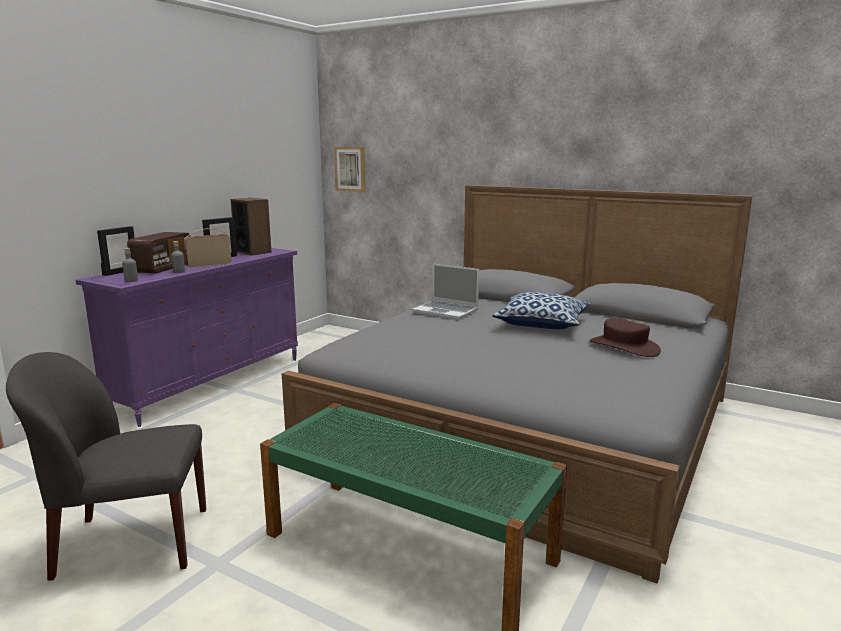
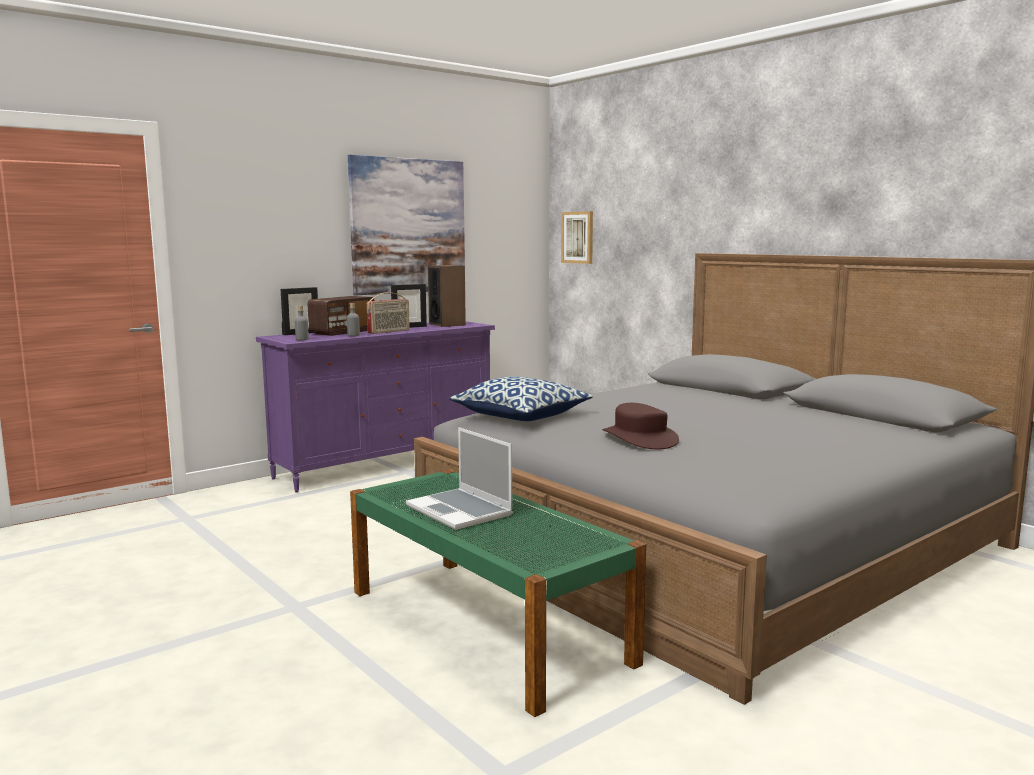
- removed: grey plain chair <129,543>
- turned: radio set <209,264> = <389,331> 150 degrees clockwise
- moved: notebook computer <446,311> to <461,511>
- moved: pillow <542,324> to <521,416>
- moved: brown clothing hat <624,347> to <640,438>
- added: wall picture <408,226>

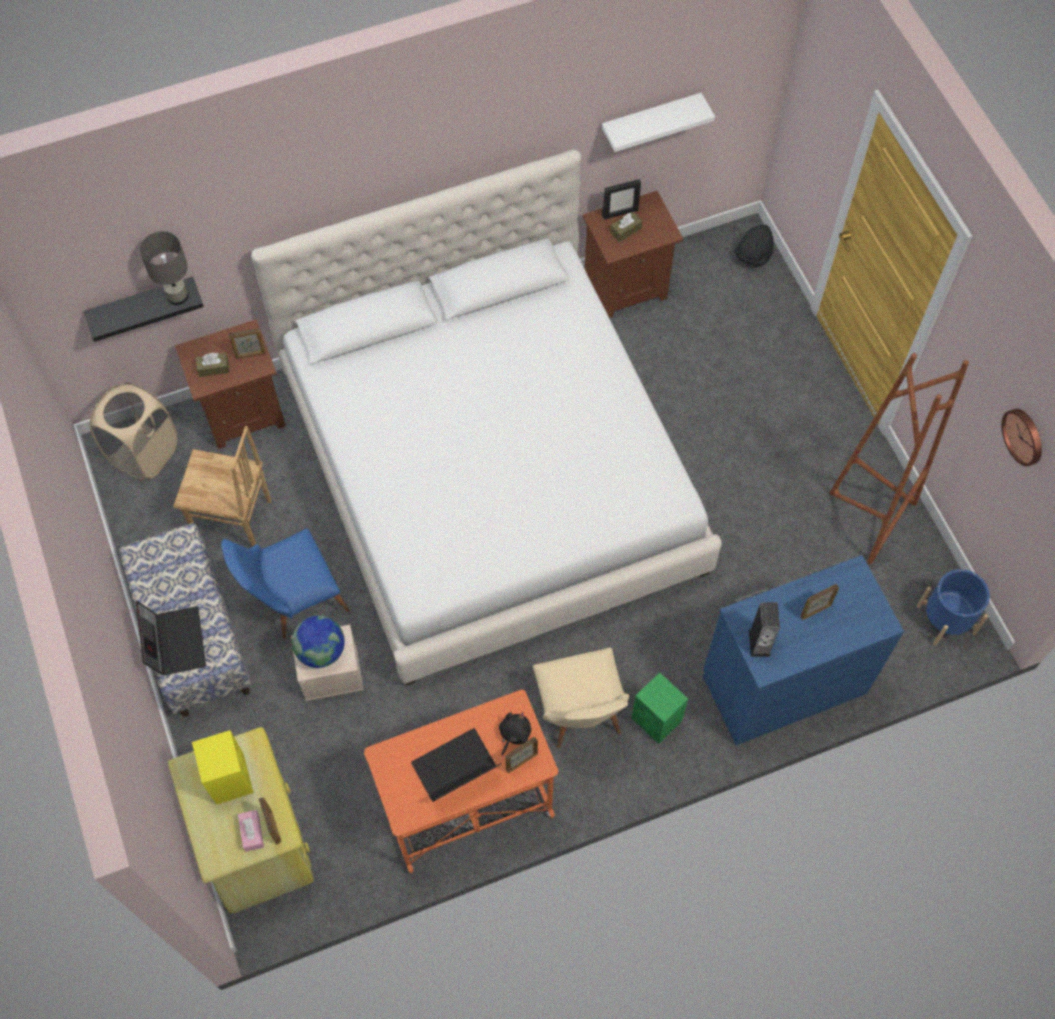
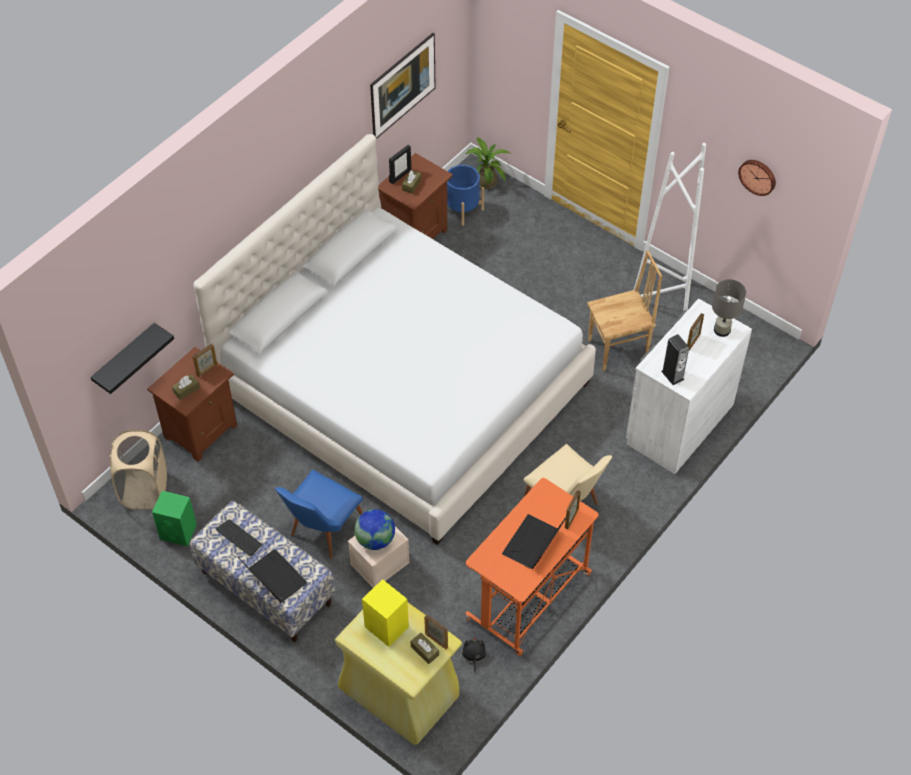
- moved: grey table lamp <177,296> to <721,330>
- moved: brown plain chair <234,520> to <618,350>
- recoloured: pink tissue holder <252,832> to brown tissue holder <424,651>
- moved: black-coloured plush toy <514,734> to <473,655>
- replaced: white-coloured bracket shelf <650,120> to wall picture <403,99>
- moved: greenish audio speaker <657,720> to <179,532>
- recoloured: blue chest of drawers <782,682> to white-coloured chest of drawers <678,423>
- replaced: black-coloured clothing hat <753,255> to potted plant <486,179>
- recoloured: brown garment rack <872,520> to white-coloured garment rack <668,303>
- moved: blue plant pot <946,619> to <462,209>
- added: keyboard <239,538>

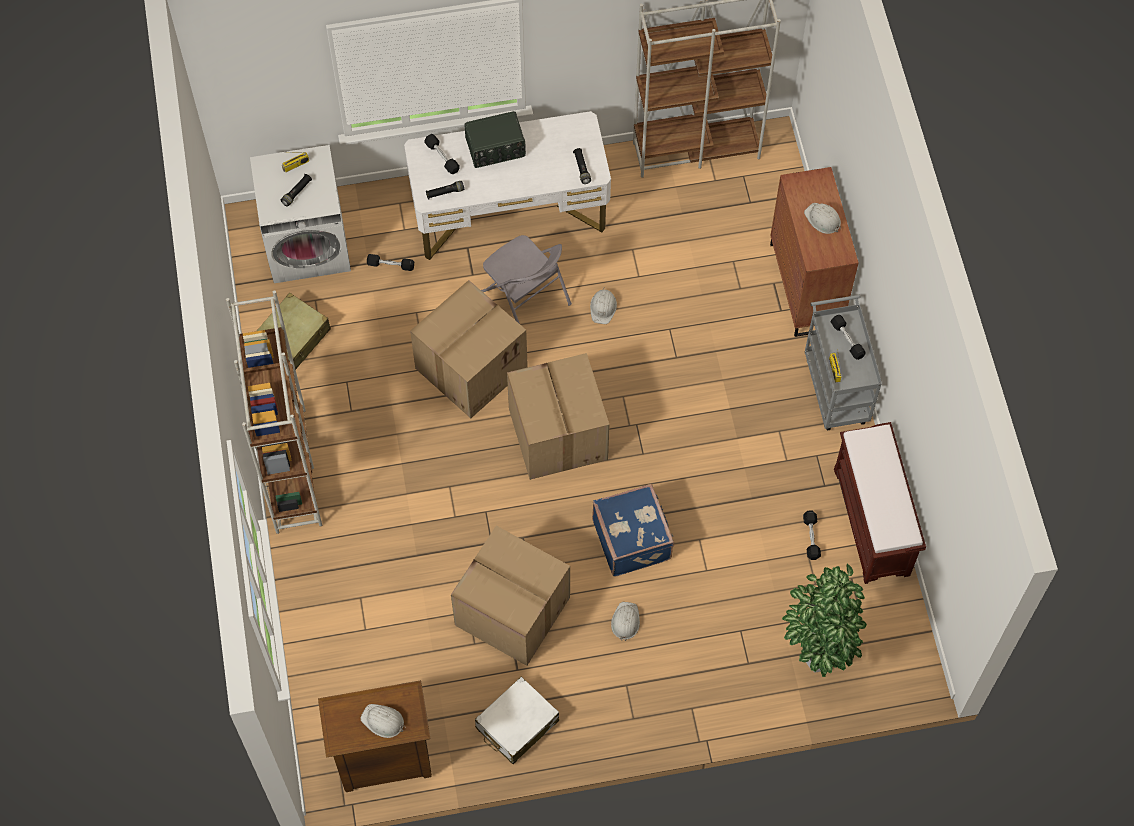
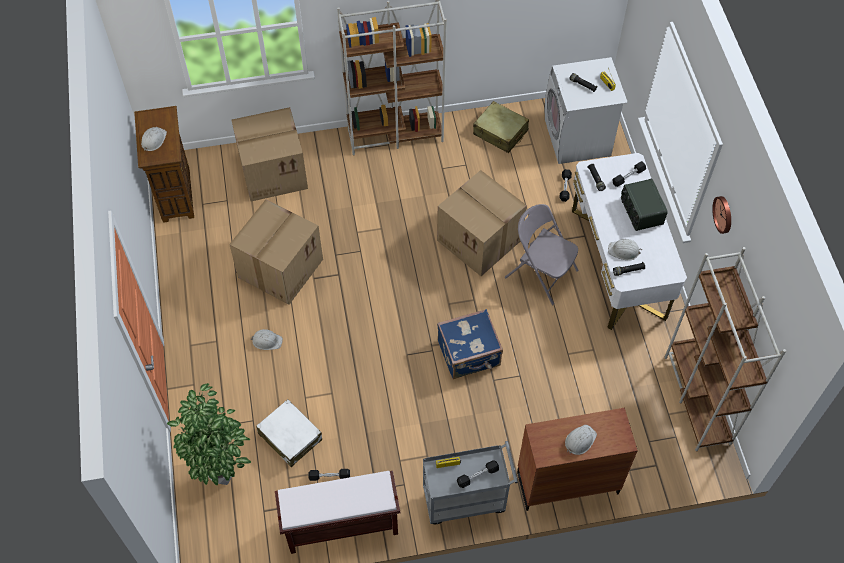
- moved: white-coloured travel case <517,724> to <290,437>
- turned: grey plain chair <524,299> = <541,273> 75 degrees clockwise
- moved: carton <556,433> to <274,171>
- moved: white-coloured hard hat <603,307> to <624,251>
- moved: blue travel case <633,539> to <469,354>
- added: clock on the wall <724,214>

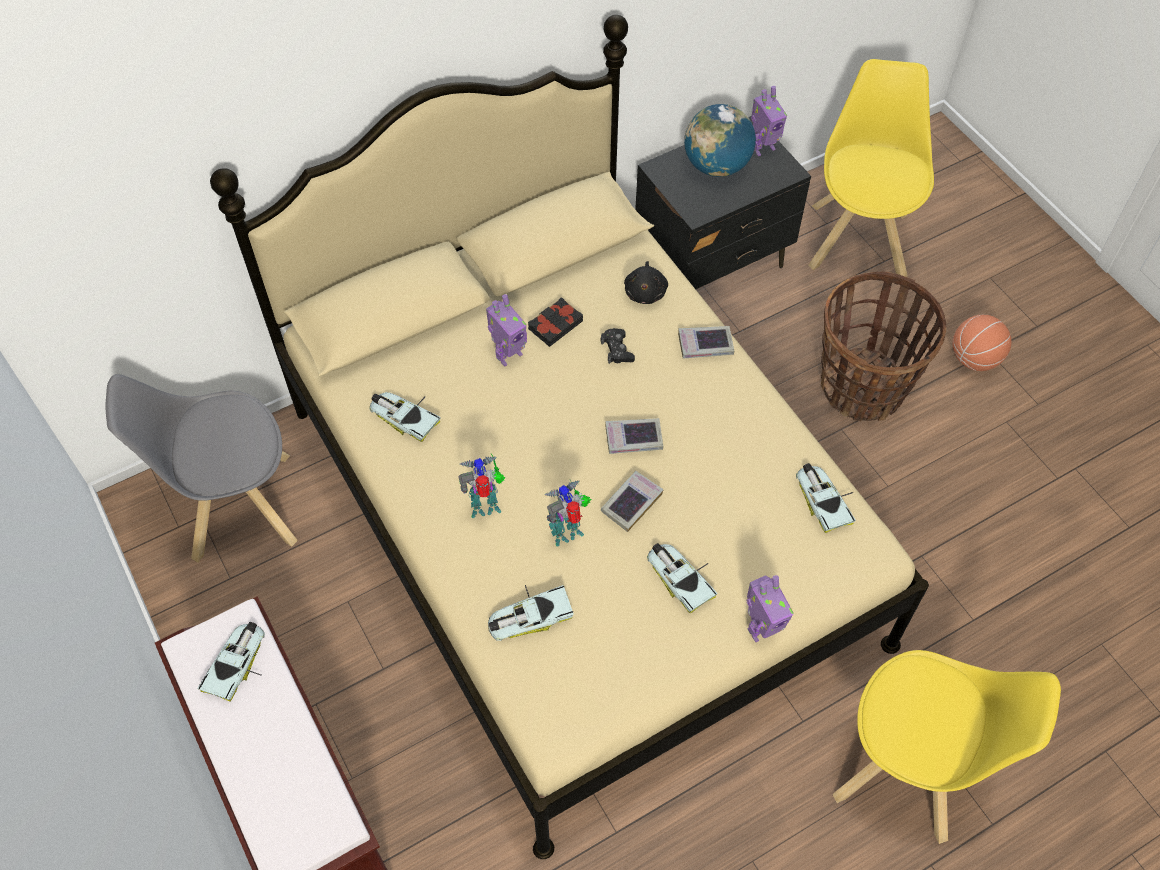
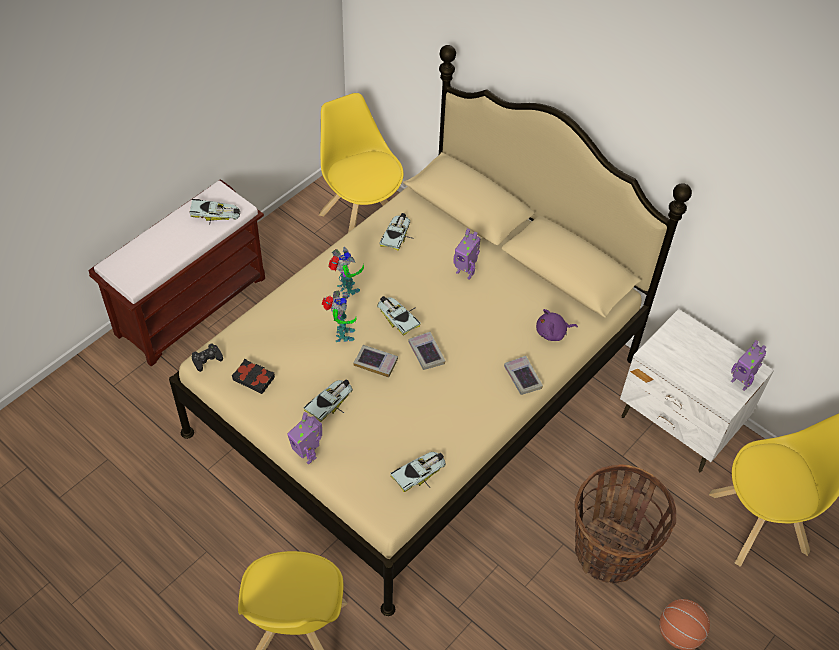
- recoloured: grey plain chair <237,506> to yellow-coloured plain chair <361,220>
- moved: miniature car <529,616> to <398,316>
- moved: black-coloured book <555,325> to <254,378>
- turned: robot figure <568,533> = <341,335> 45 degrees clockwise
- moved: black-coloured joypad <617,350> to <207,359>
- recoloured: black-coloured plush toy <645,292> to purple-coloured plush toy <552,333>
- recoloured: black-coloured night table <713,262> to white-coloured night table <679,424>
- removed: world globe <716,166>

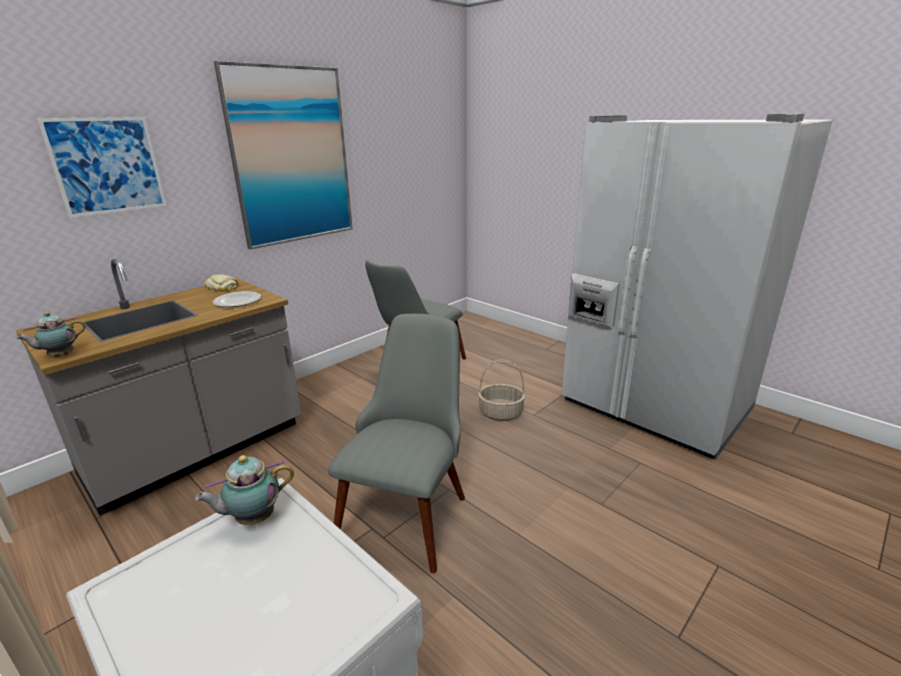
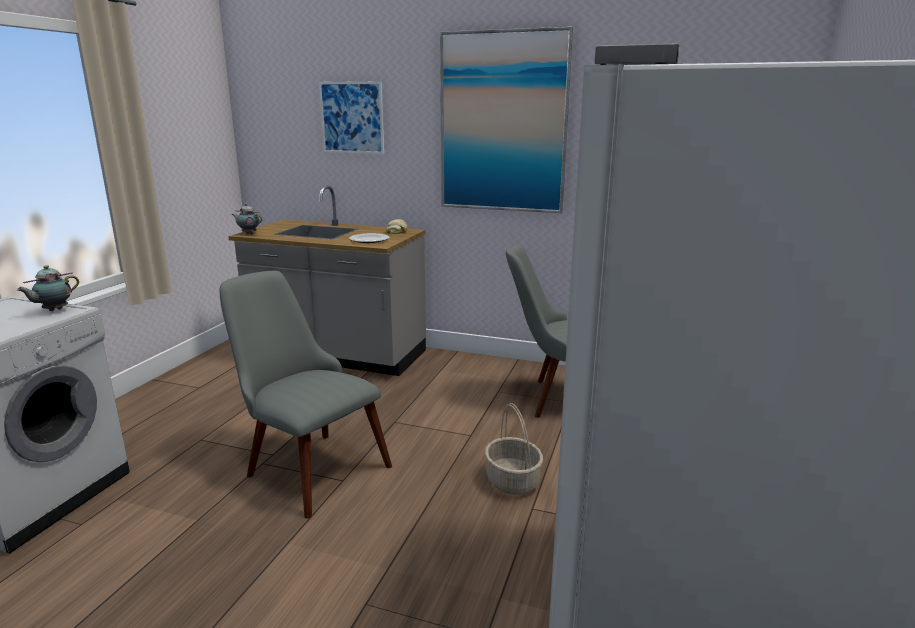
- turned: tea pot <253,518> = <53,310> 90 degrees counterclockwise
- turned: grey plain chair <409,507> = <307,465> 135 degrees counterclockwise

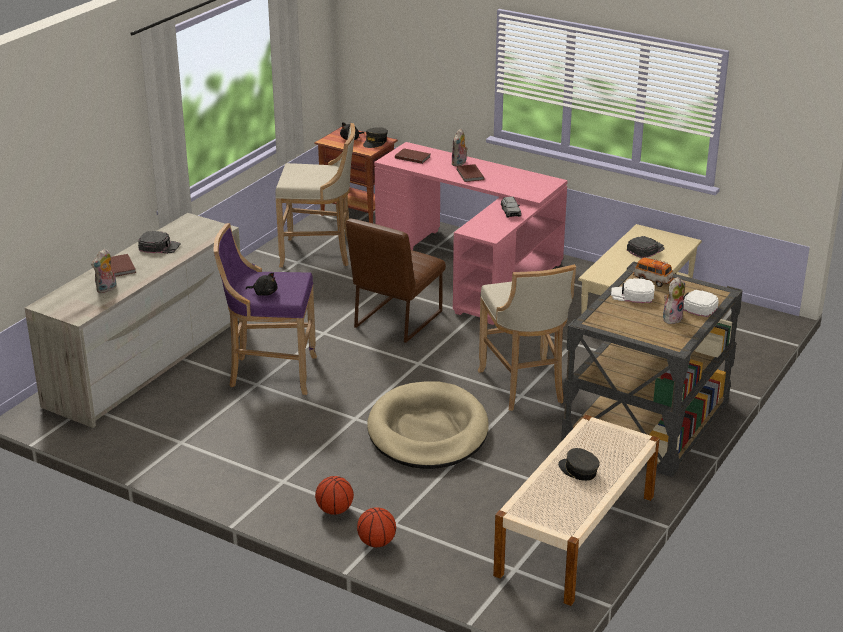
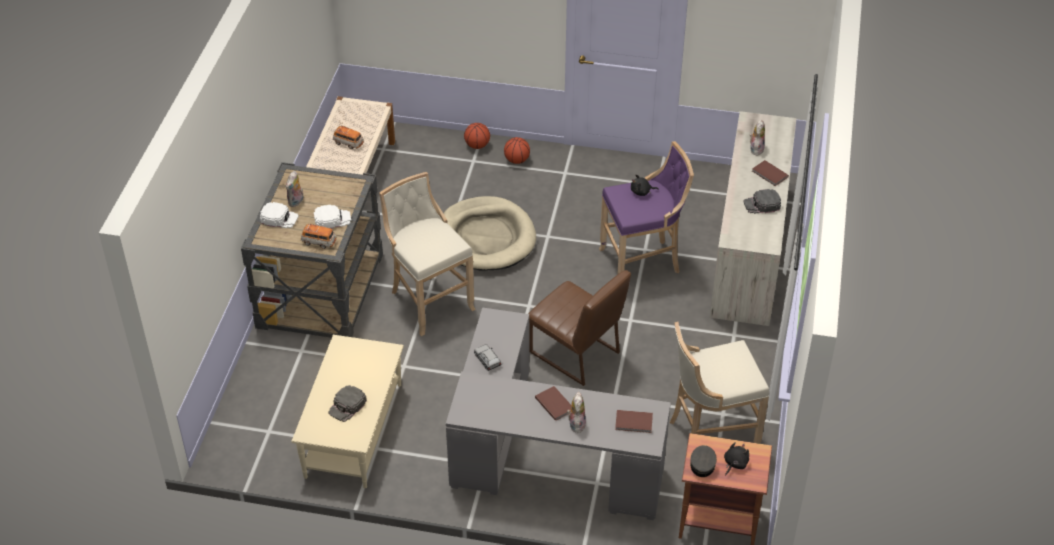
- turned: brown plain chair <396,320> = <576,354> 120 degrees clockwise
- recoloured: pink desk unit <475,266> to grey desk unit <540,458>
- replaced: grey peaked cap <578,470> to miniature car <348,143>

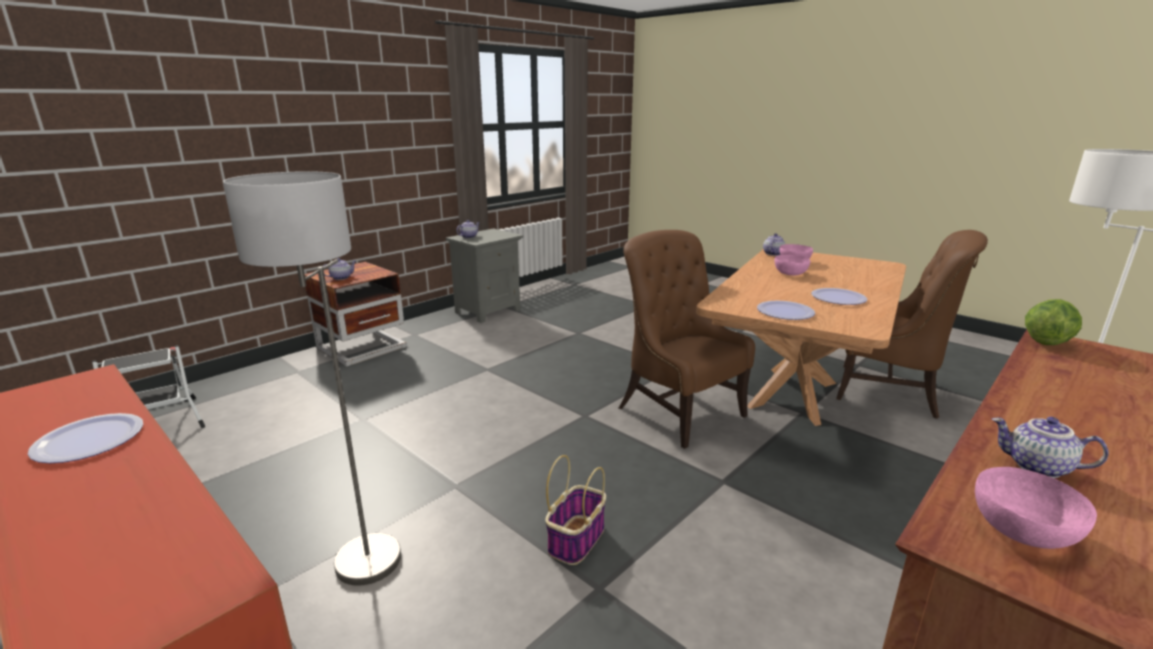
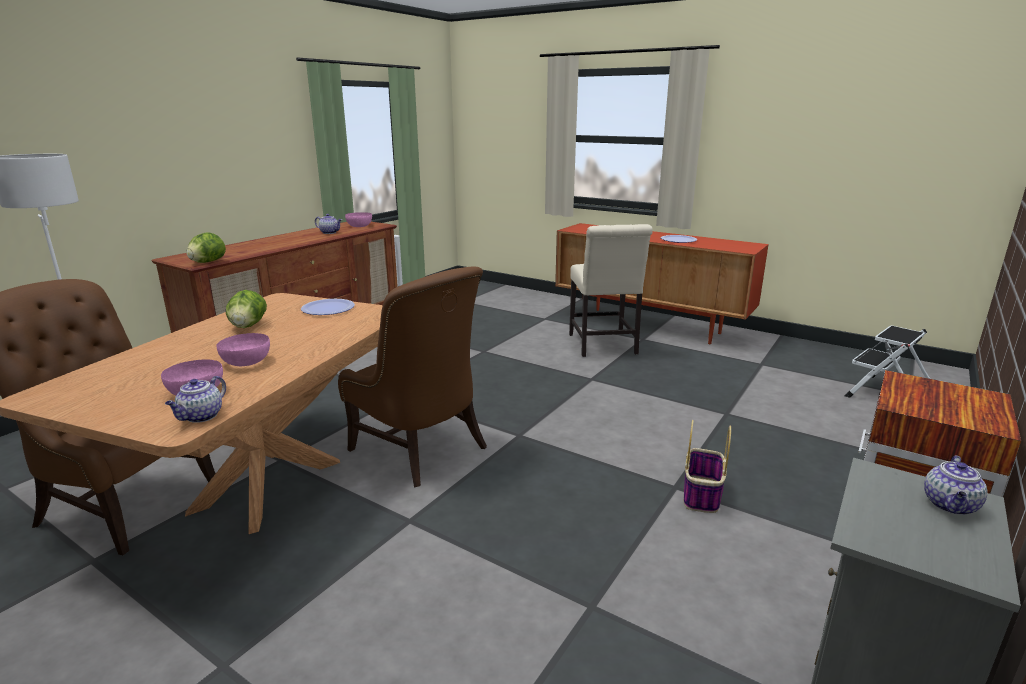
- replaced: grey standing lamp <360,576> to sand-coloured plain chair <603,346>
- removed: tea pot <341,278>
- moved: household basket <576,539> to <702,495>
- replaced: flat dish <838,298> to lettuce <248,326>

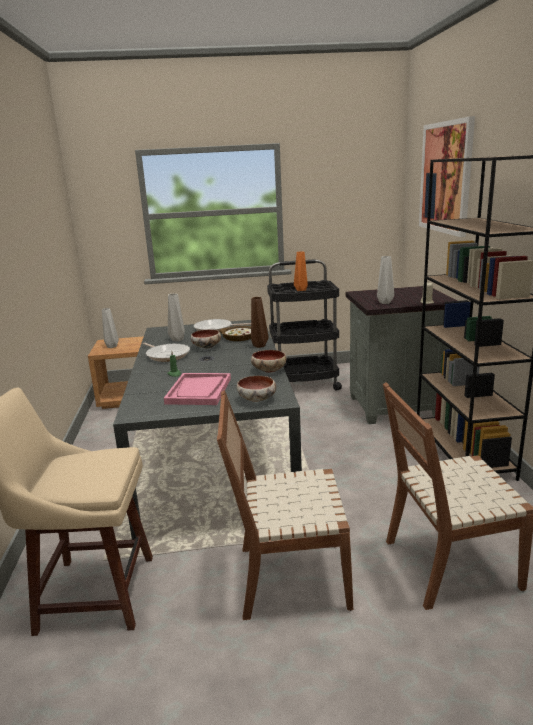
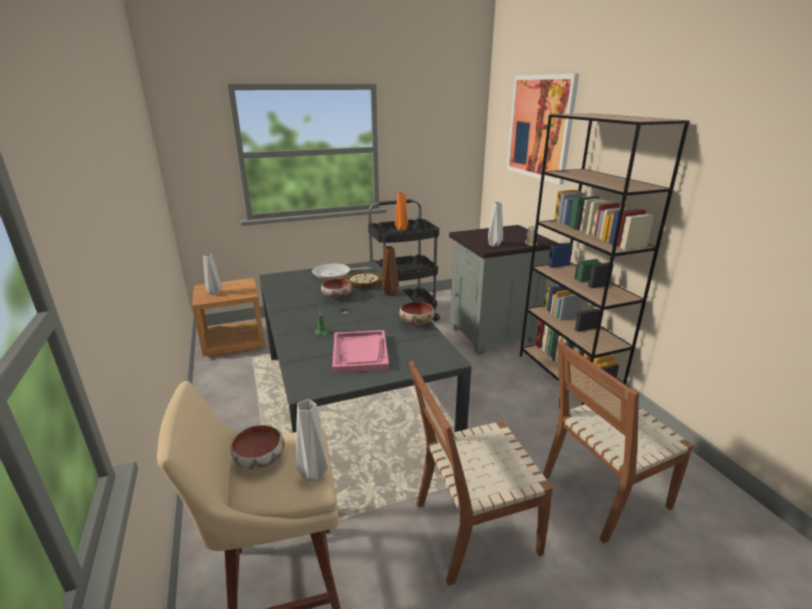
- removed: frying pan <167,355>
- moved: grey flower vase <178,340> to <315,475>
- moved: bowl <257,399> to <261,460>

